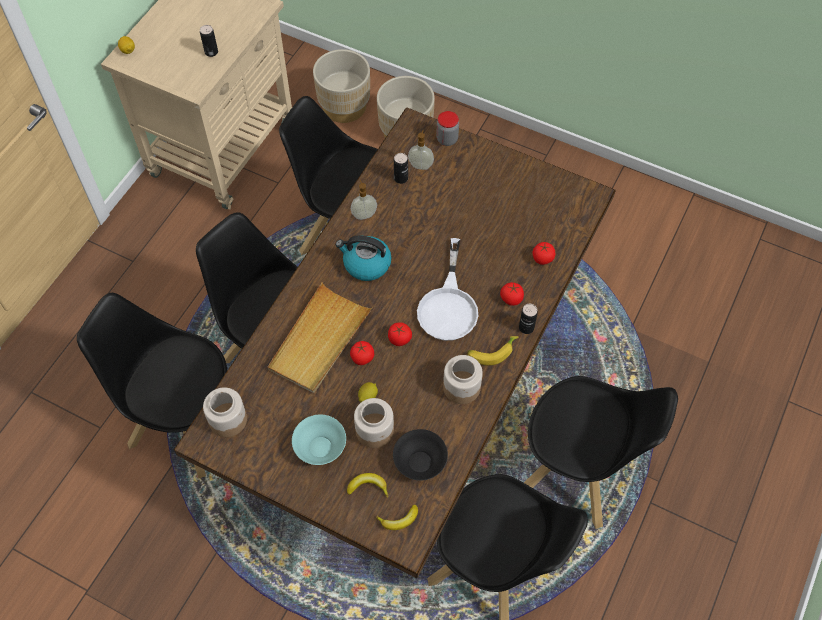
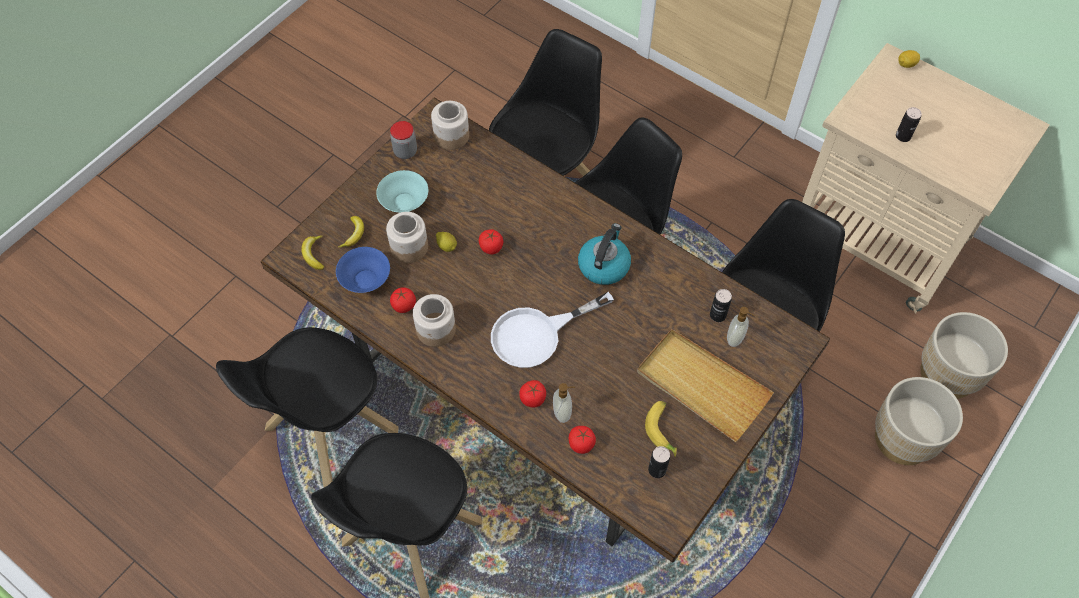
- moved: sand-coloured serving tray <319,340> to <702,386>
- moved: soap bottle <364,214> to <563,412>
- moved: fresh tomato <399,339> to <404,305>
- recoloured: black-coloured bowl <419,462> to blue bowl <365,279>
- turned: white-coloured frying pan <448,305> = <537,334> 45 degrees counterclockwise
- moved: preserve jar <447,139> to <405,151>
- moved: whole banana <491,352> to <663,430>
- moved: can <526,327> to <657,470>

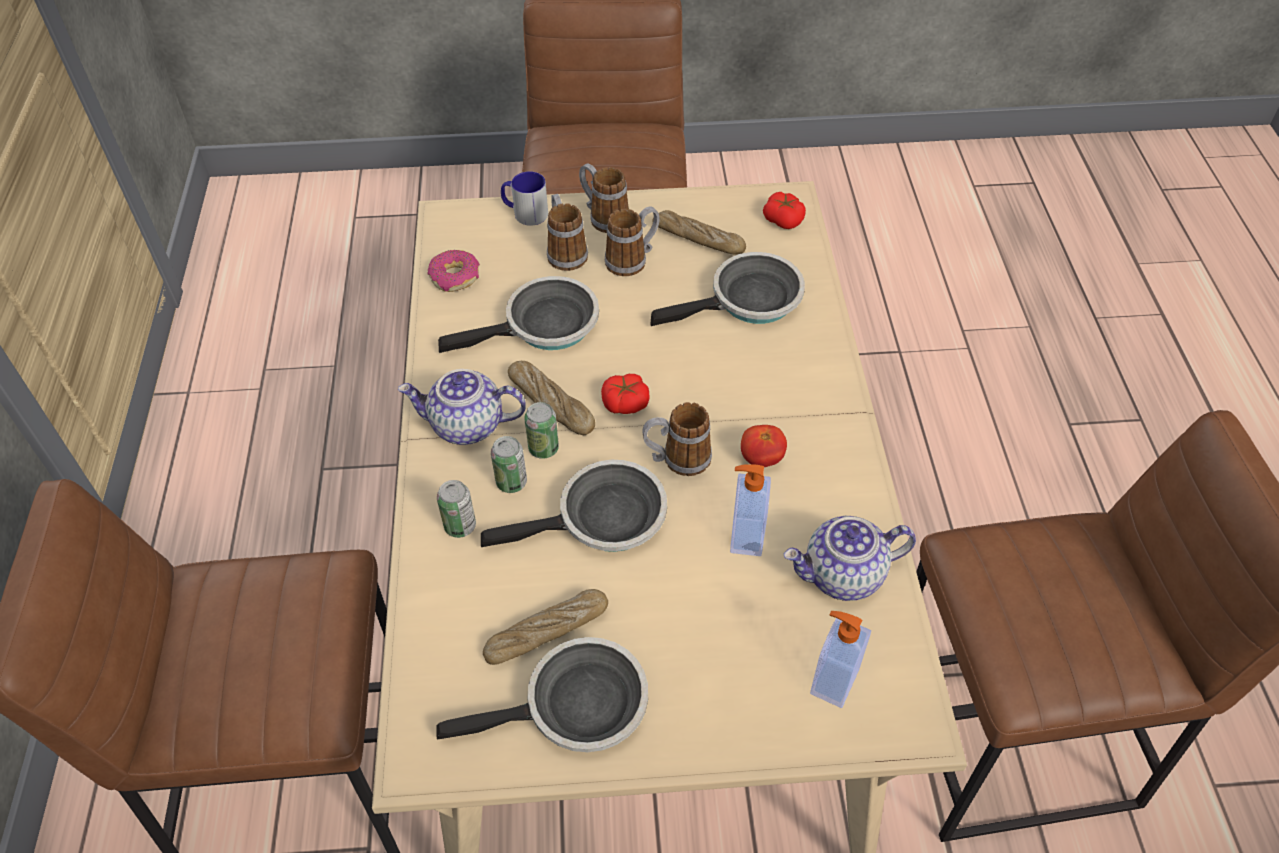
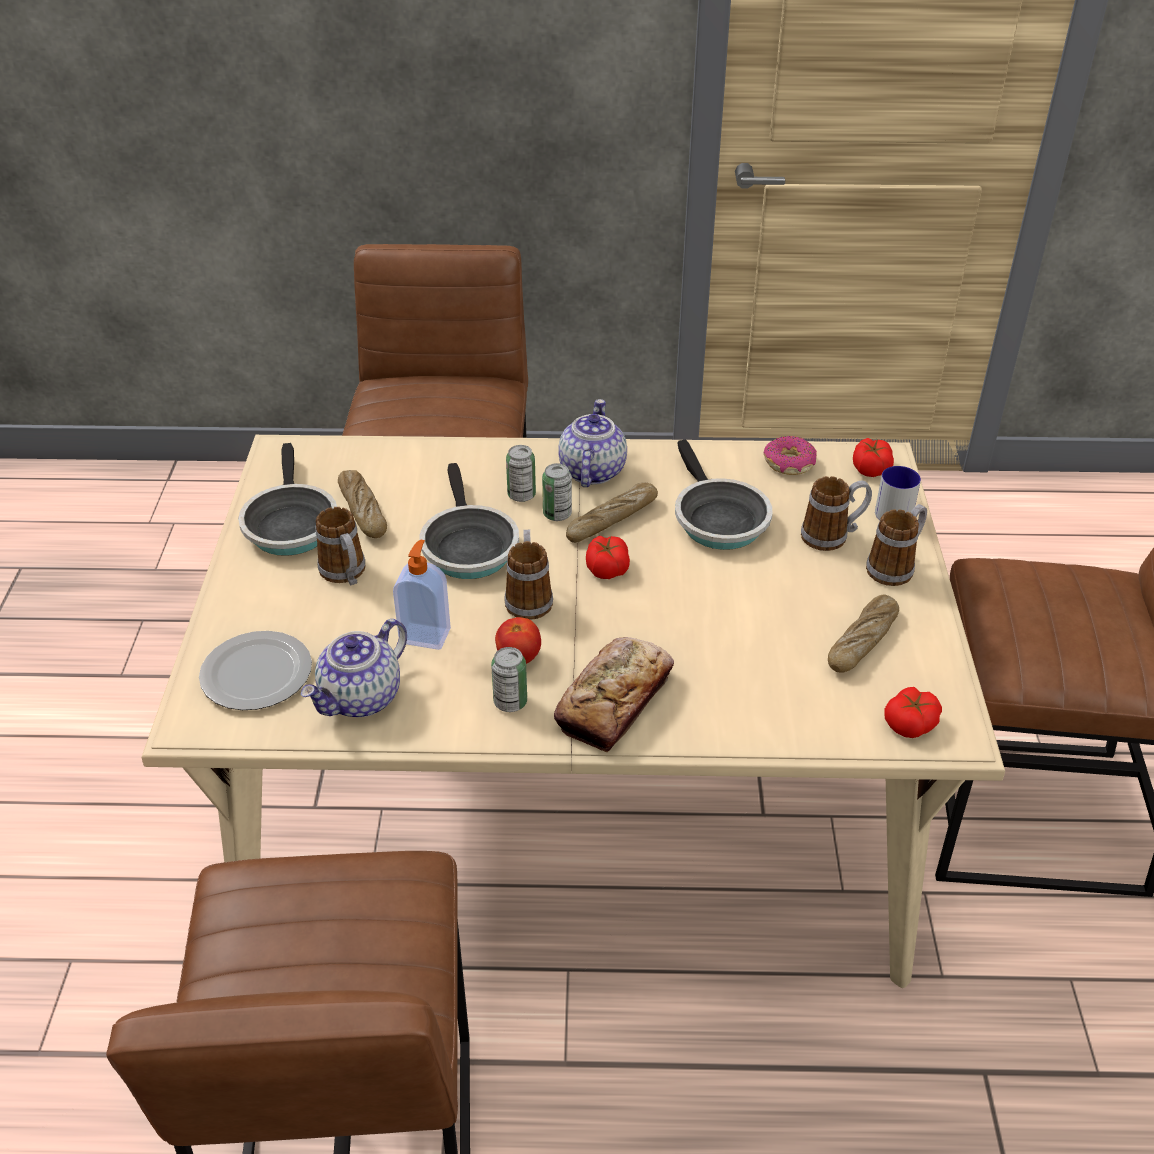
- moved: can <460,526> to <510,702>
- moved: coffee mug <632,260> to <346,575>
- removed: frying pan <749,301>
- turned: tea pot <843,576> = <361,698> 135 degrees counterclockwise
- replaced: soap bottle <832,681> to flat dish <254,674>
- added: bakery bread <614,701>
- added: fresh tomato <871,468>

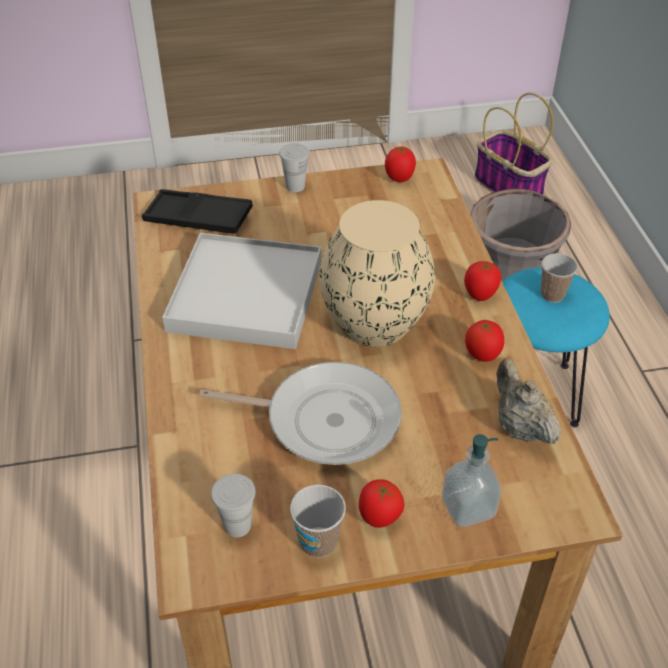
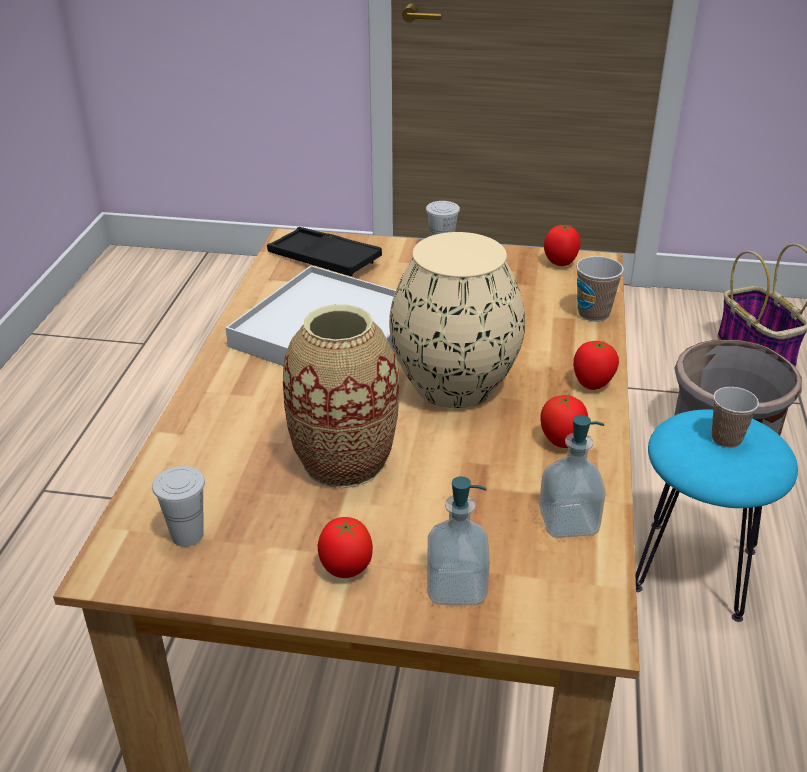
- replaced: frying pan <325,419> to flower vase <344,460>
- moved: small cup <318,542> to <593,313>
- replaced: sand-coloured tea pot <520,426> to soap bottle <568,522>

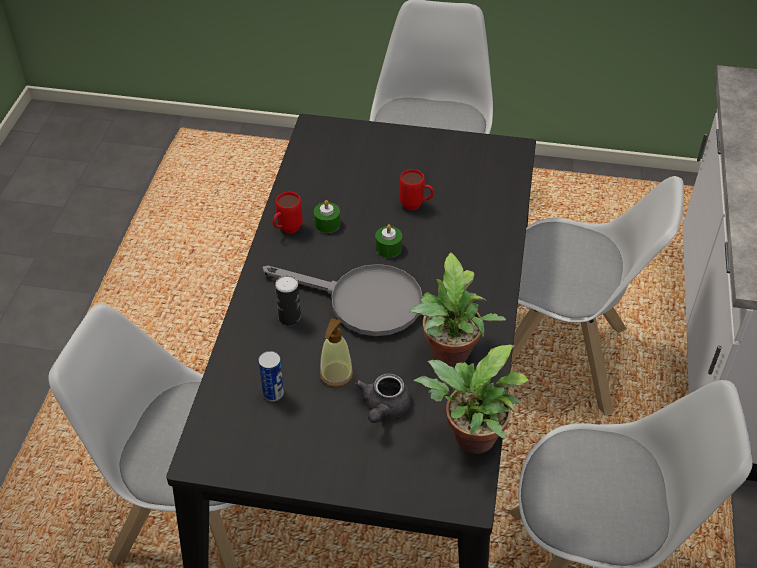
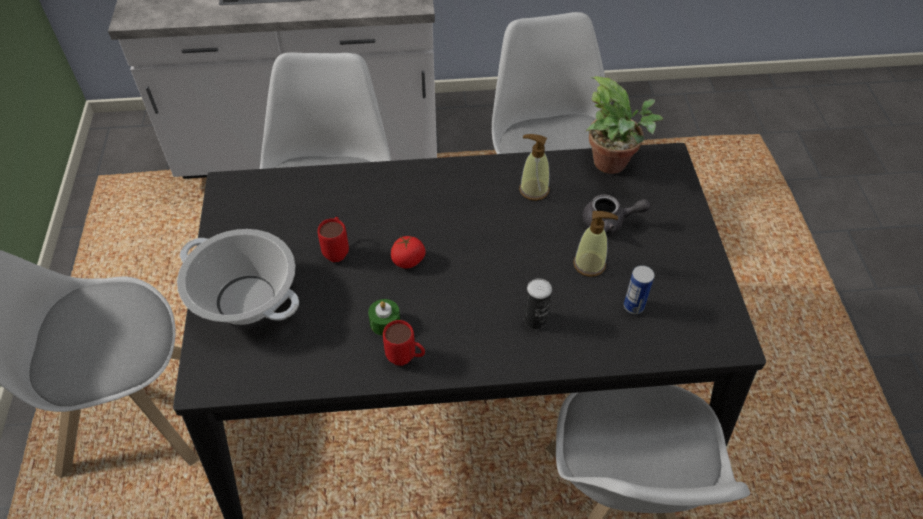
- removed: grey frying pan <362,302>
- replaced: greenish candle <388,248> to fresh tomato <408,260>
- replaced: potted plant <450,357> to soap bottle <533,190>
- added: saucepot <245,300>

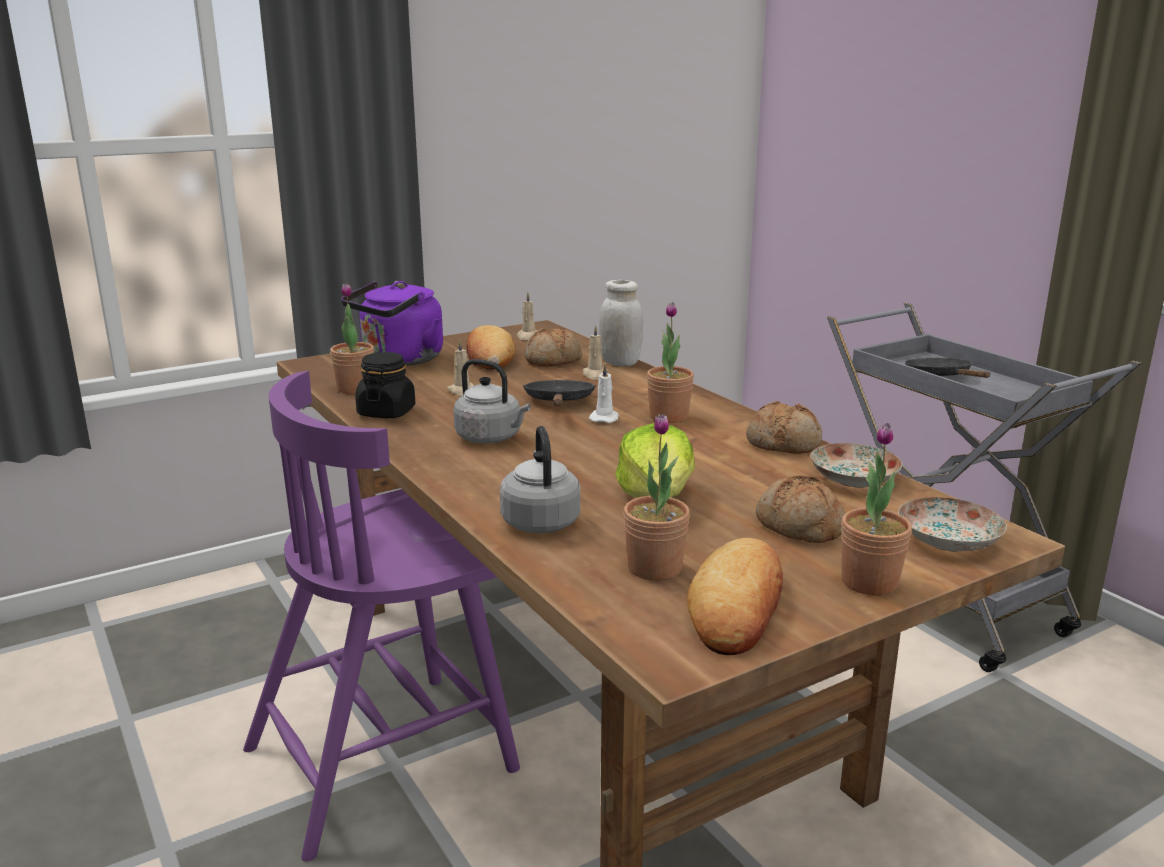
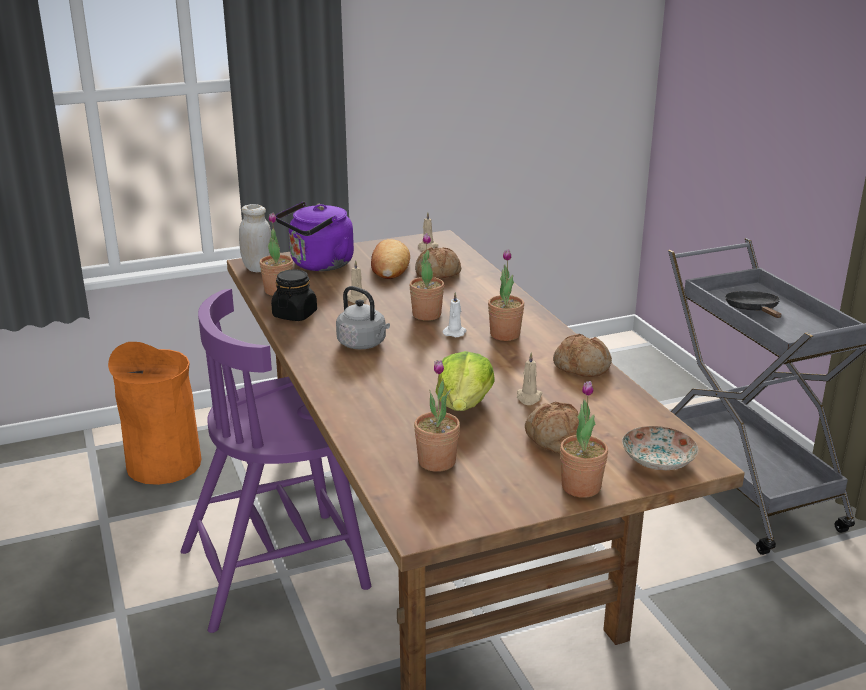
- removed: grey water kettle <540,520>
- replaced: black-coloured frying pan <559,402> to potted plant <426,315>
- moved: sand-coloured candle <595,375> to <528,398>
- moved: white-coloured preserve jar <620,363> to <258,268>
- removed: bakery bread <737,606>
- removed: flat dish <852,480>
- added: orange rubbish bin <164,464>

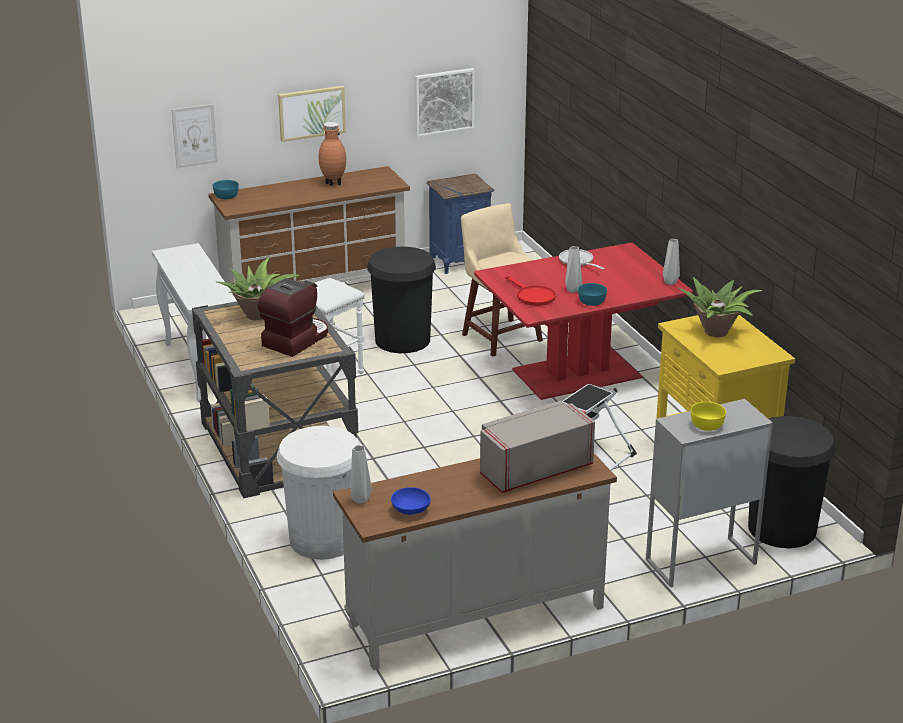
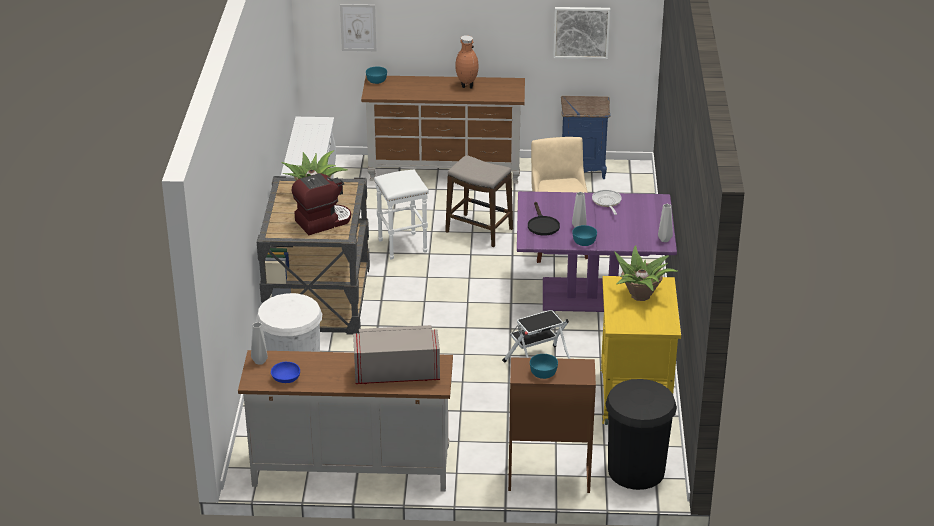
- removed: wall picture <311,113>
- replaced: black-coloured rubbish bin <402,340> to sitting stool <479,230>
- recoloured: reddish dinner table <578,374> to purple-coloured dinner table <591,296>
- recoloured: reddish frying pan <532,296> to black-coloured frying pan <542,225>
- recoloured: grey cabinet <698,561> to brown cabinet <547,477>
- recoloured: yellow-coloured bowl <707,425> to turquoise-coloured bowl <543,373>

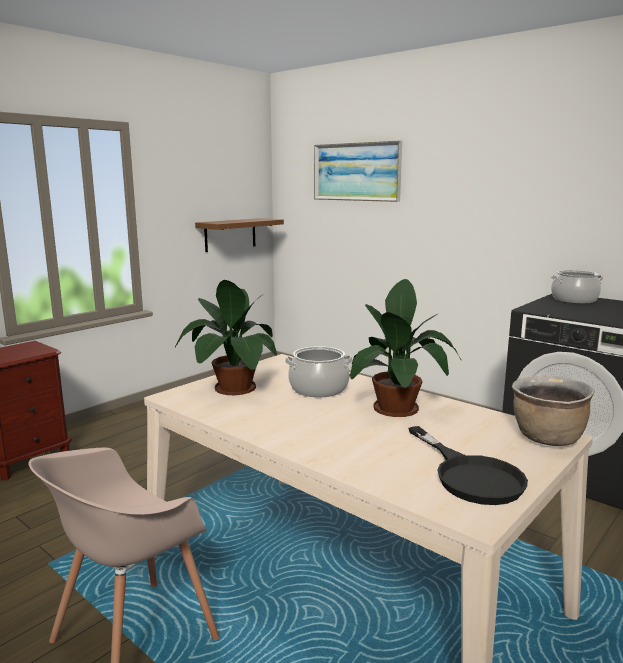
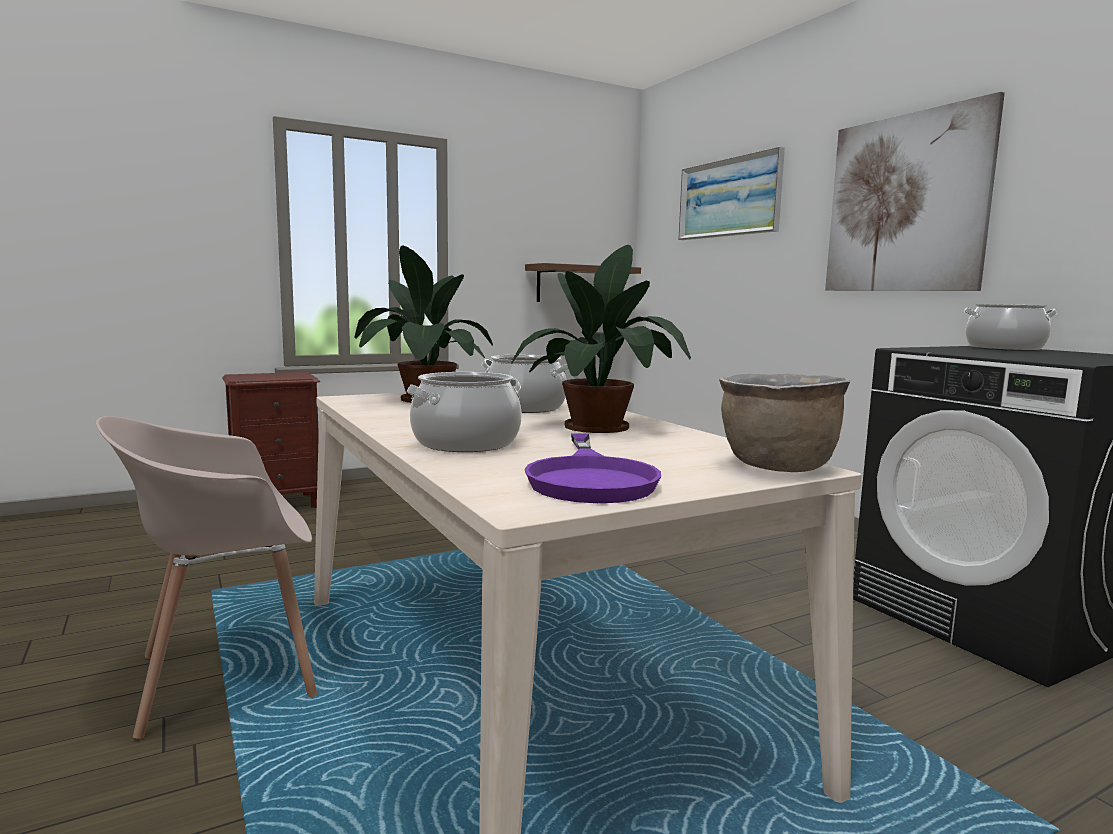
- recoloured: black-coloured frying pan <470,475> to purple-coloured frying pan <590,478>
- added: saucepot <466,443>
- added: wall picture <905,204>

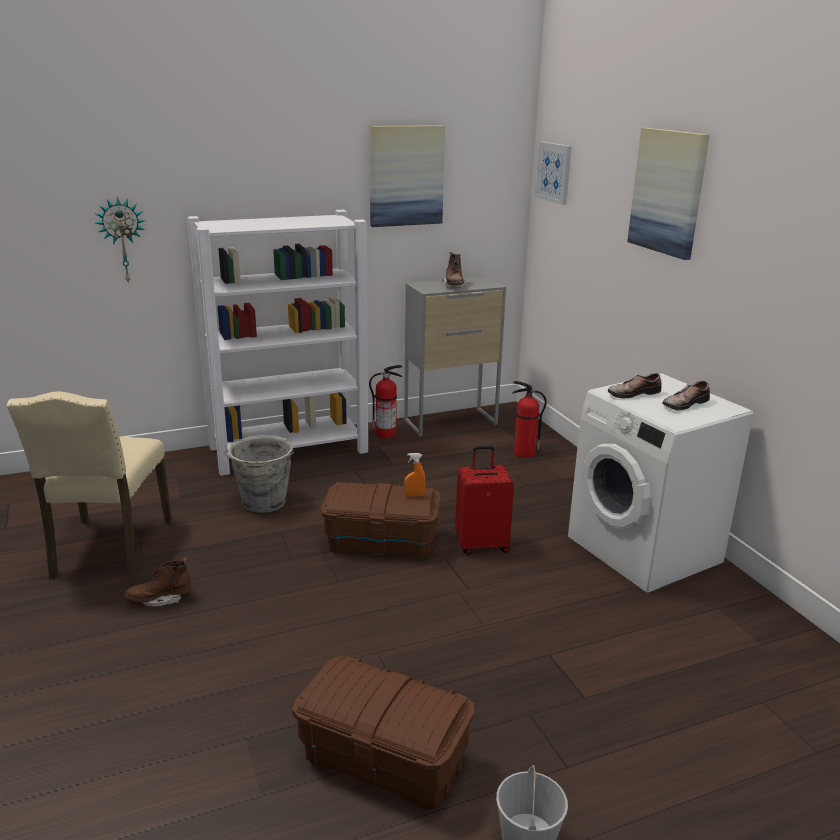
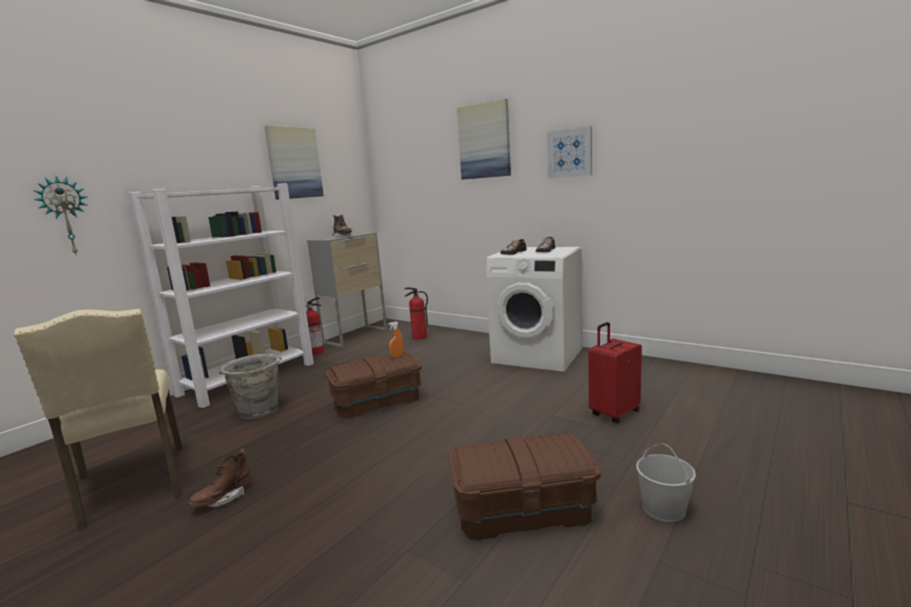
- moved: reddish travel case <482,544> to <613,413>
- moved: wall picture <554,172> to <569,153>

